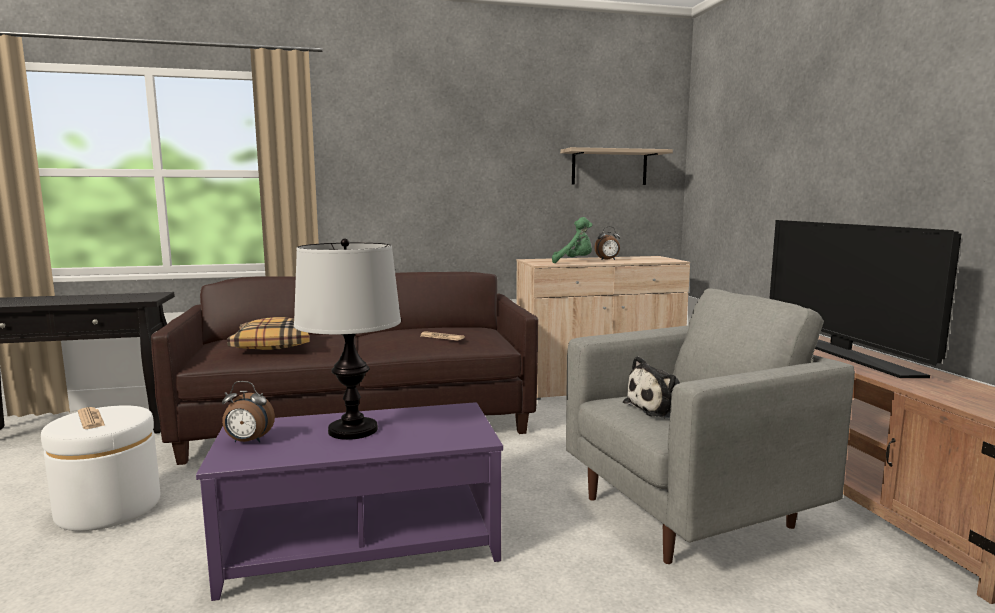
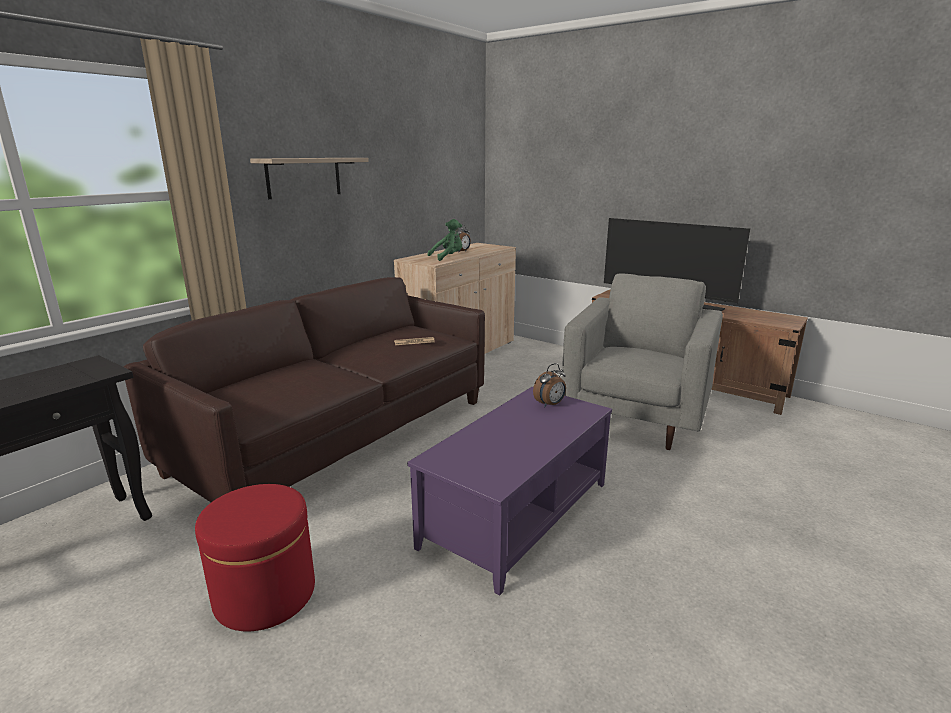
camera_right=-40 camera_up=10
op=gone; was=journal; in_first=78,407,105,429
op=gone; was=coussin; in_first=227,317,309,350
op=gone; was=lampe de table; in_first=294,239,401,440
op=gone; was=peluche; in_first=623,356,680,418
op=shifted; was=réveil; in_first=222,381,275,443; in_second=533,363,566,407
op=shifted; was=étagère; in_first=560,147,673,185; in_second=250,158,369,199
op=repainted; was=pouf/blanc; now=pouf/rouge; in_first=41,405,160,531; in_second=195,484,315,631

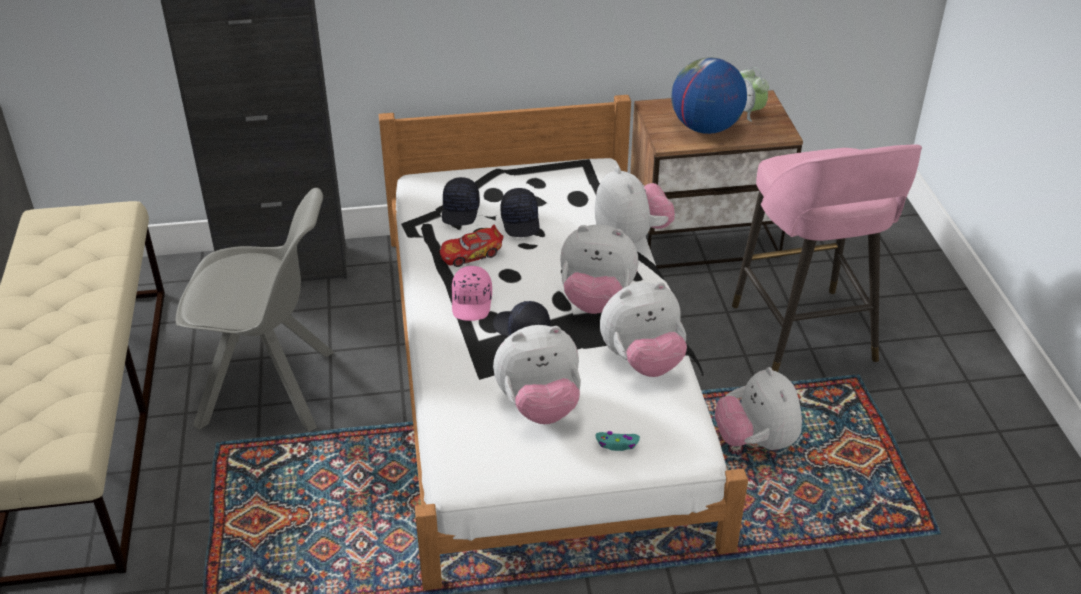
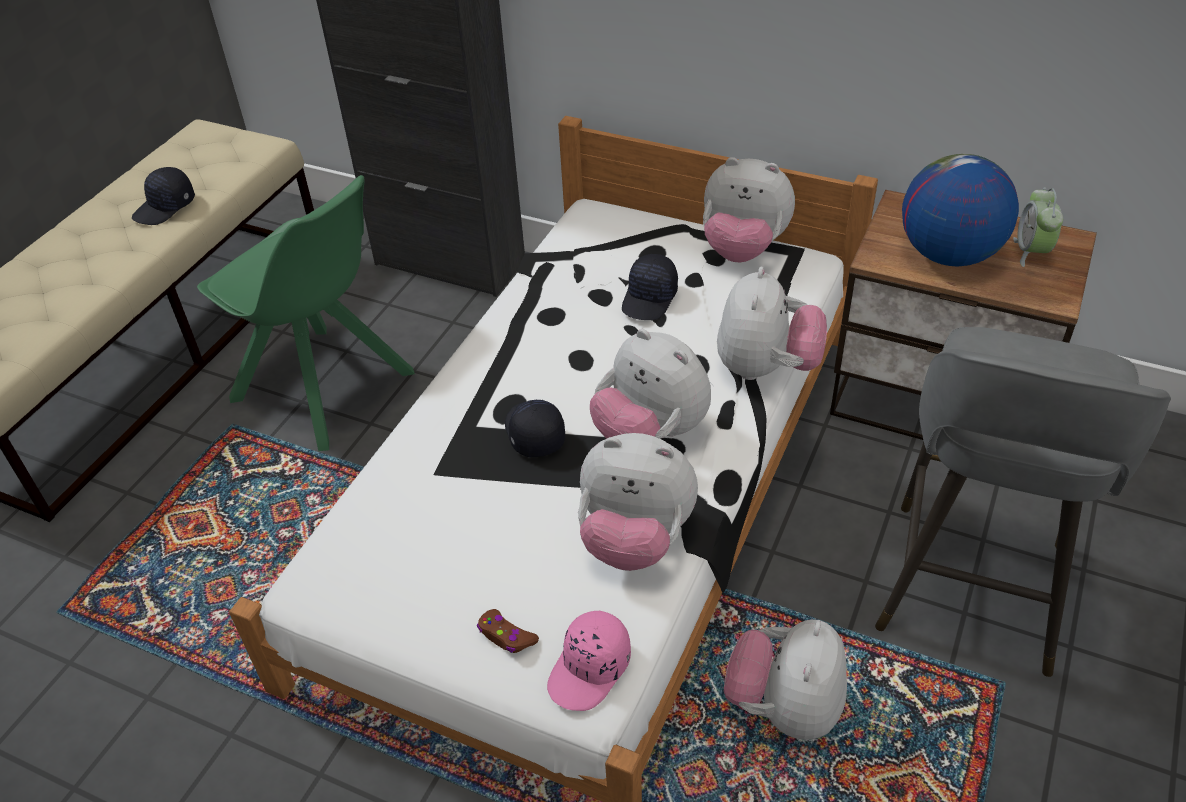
camera_right=35 camera_up=5
op=gone; was=petite voiture; in_first=440,225,504,267
op=shifted; was=casquette/noir; in_first=442,177,480,226; in_second=132,167,195,225
op=shifted; was=casquette/rose; in_first=452,266,492,321; in_second=547,610,631,711
op=shifted; was=peluche; in_first=493,325,581,424; in_second=703,157,795,262
op=repainted; was=chaise/gris; now=chaise/vert; in_first=176,188,335,432; in_second=197,175,415,451
op=repainted; was=manette/turquoise; now=manette/marron; in_first=596,431,640,451; in_second=477,609,539,653
op=repainted; was=tabouret/rose; now=tabouret/gris; in_first=732,144,922,372; in_second=875,327,1171,677

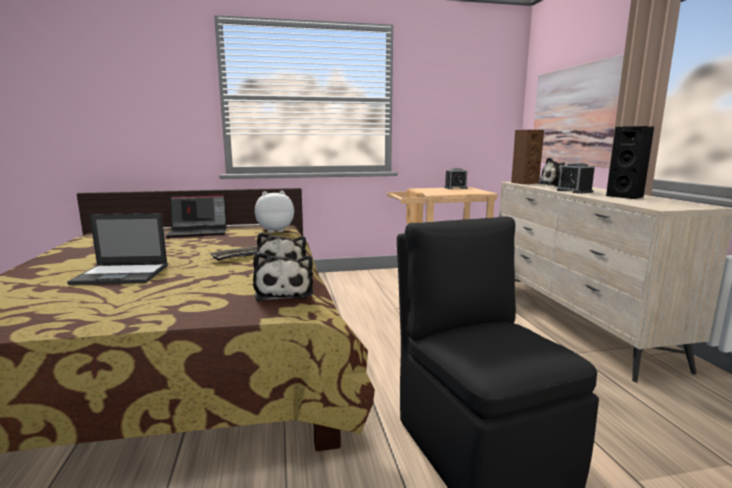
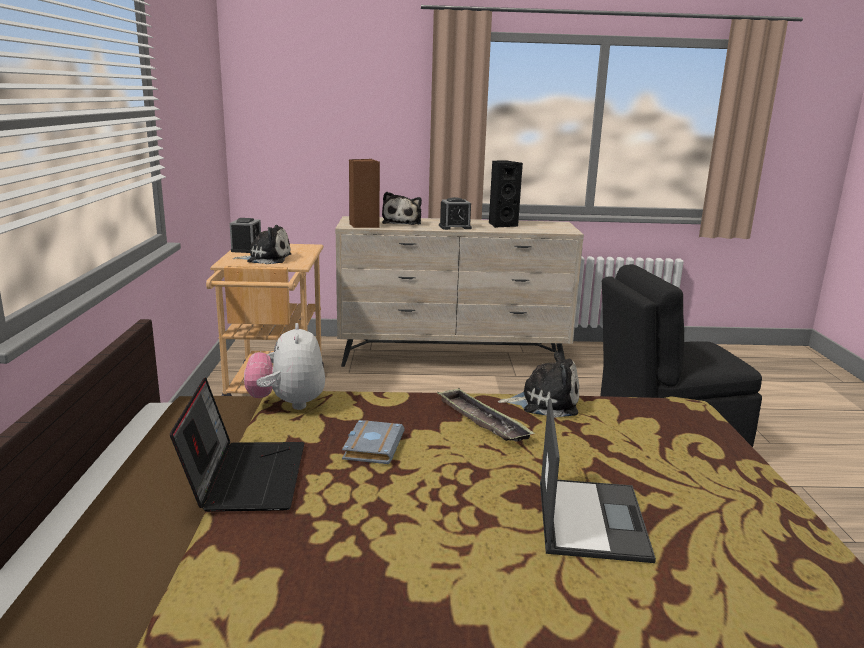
camera_right=-80 camera_up=5
op=gone; was=tableau; in_first=533,54,624,168
op=new; now=livre/gris; in_second=342,420,405,464
op=shifted; was=peluche; in_first=253,252,313,301; in_second=233,225,292,264

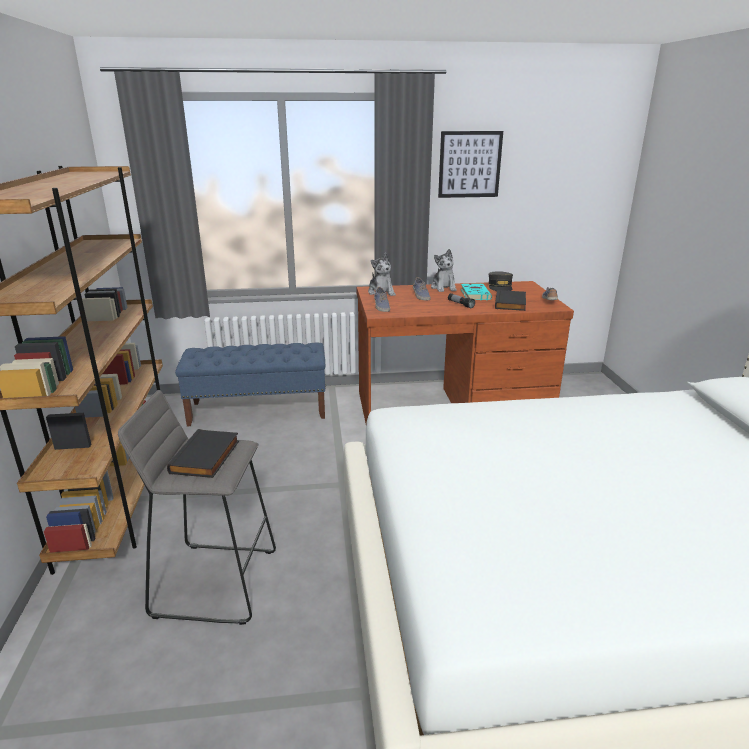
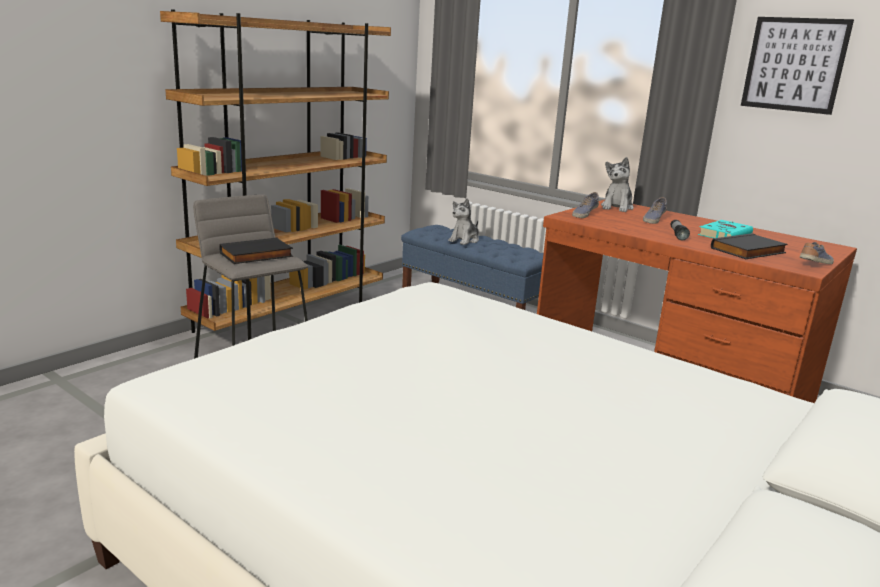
camera_right=45 camera_up=-5
op=gone; was=casquette/gris; in_first=488,271,513,291
op=shifted; was=peluche; in_first=431,249,457,292; in_second=448,198,479,245

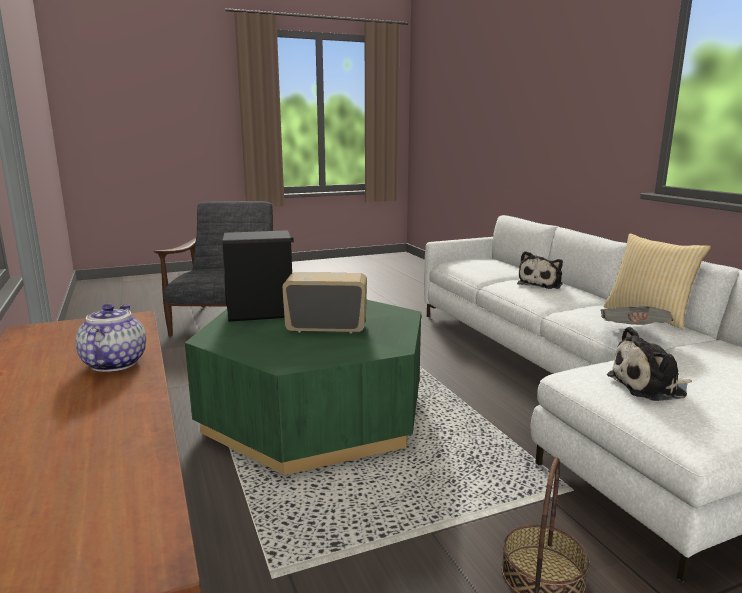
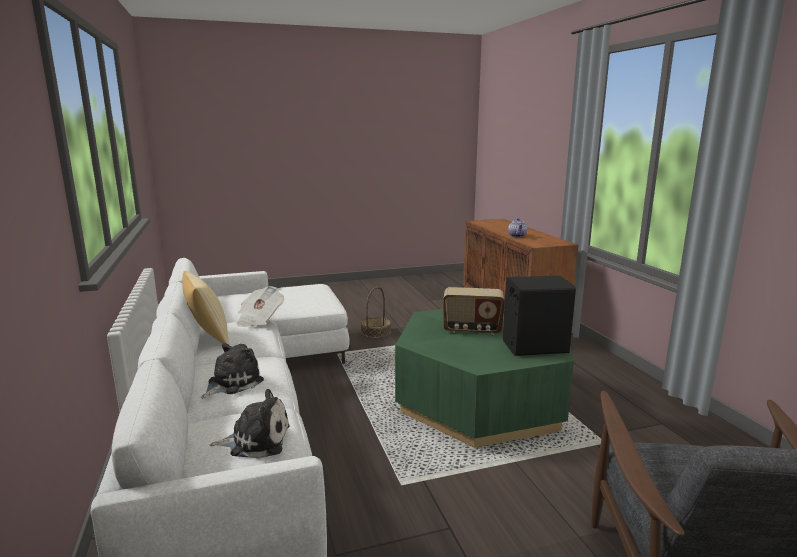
camera_right=-175 camera_up=0
op=shifted; was=peluche; in_first=607,327,692,401; in_second=210,389,290,459

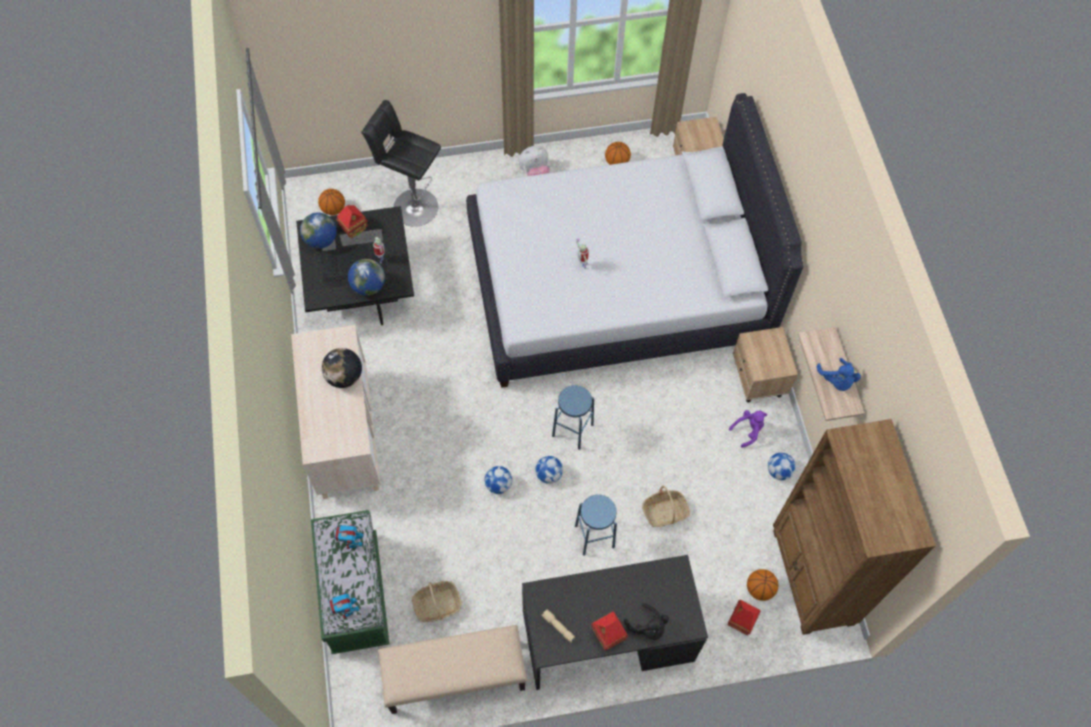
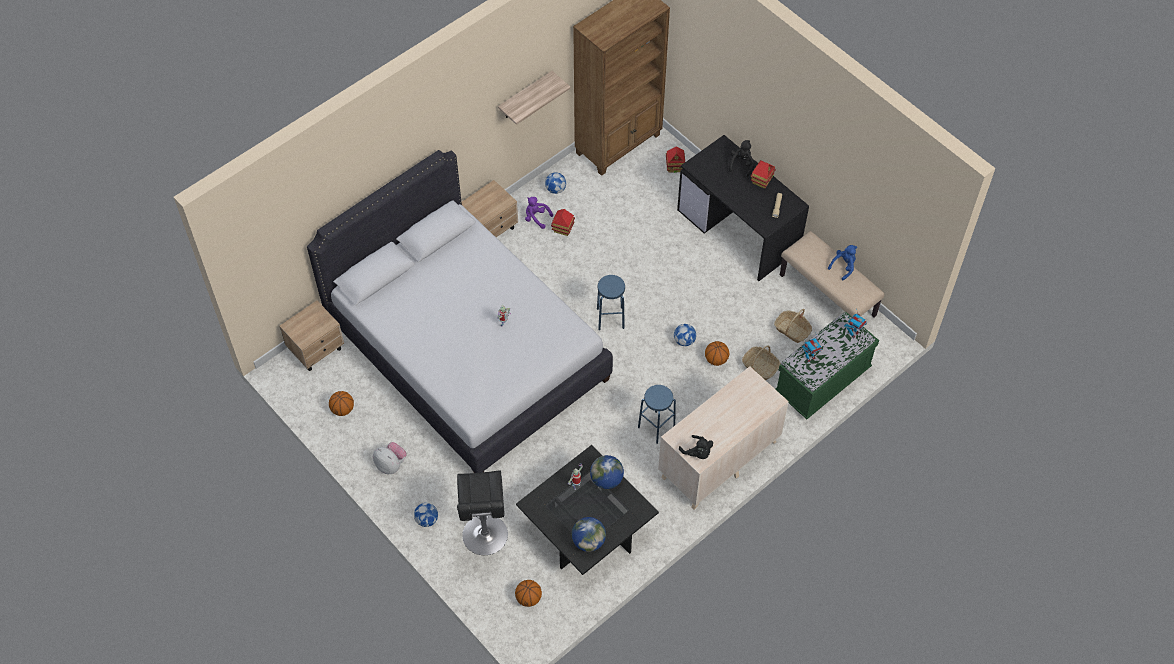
camera_right=-120 camera_up=-5
op=gone; was=globe; in_first=321,348,362,388
op=new; now=peluche/noir; in_second=679,435,713,459
op=shifted; was=maison miniature; in_first=336,205,368,238; in_second=551,209,575,236
op=shifted; was=ballon de foot; in_first=535,456,563,484; in_second=414,503,438,527
op=shifted; was=tabouret/bleu; in_first=575,495,617,556; in_second=638,385,676,444
op=shifted; was=panier; in_first=642,485,690,527; in_second=742,345,781,380
op=shifted; was=ballon de basket; in_first=747,569,778,601; in_second=705,341,729,366
op=shifted; was=peluche/bleu; in_first=817,358,861,391; in_second=828,245,857,280

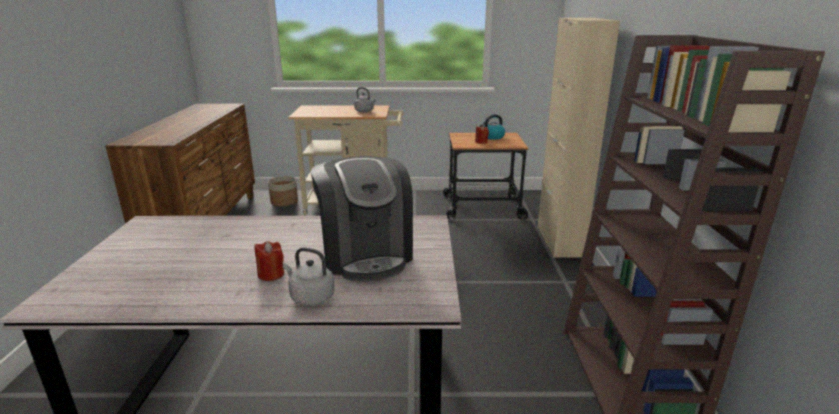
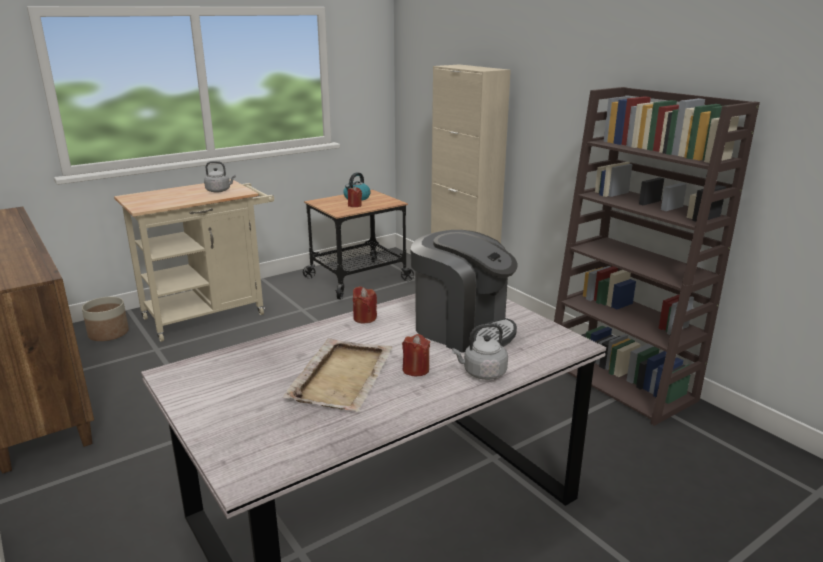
camera_right=-35 camera_up=0
op=new; now=plateau/beige; in_second=283,338,393,412
op=new; now=bougie/rouge; in_second=353,286,377,323

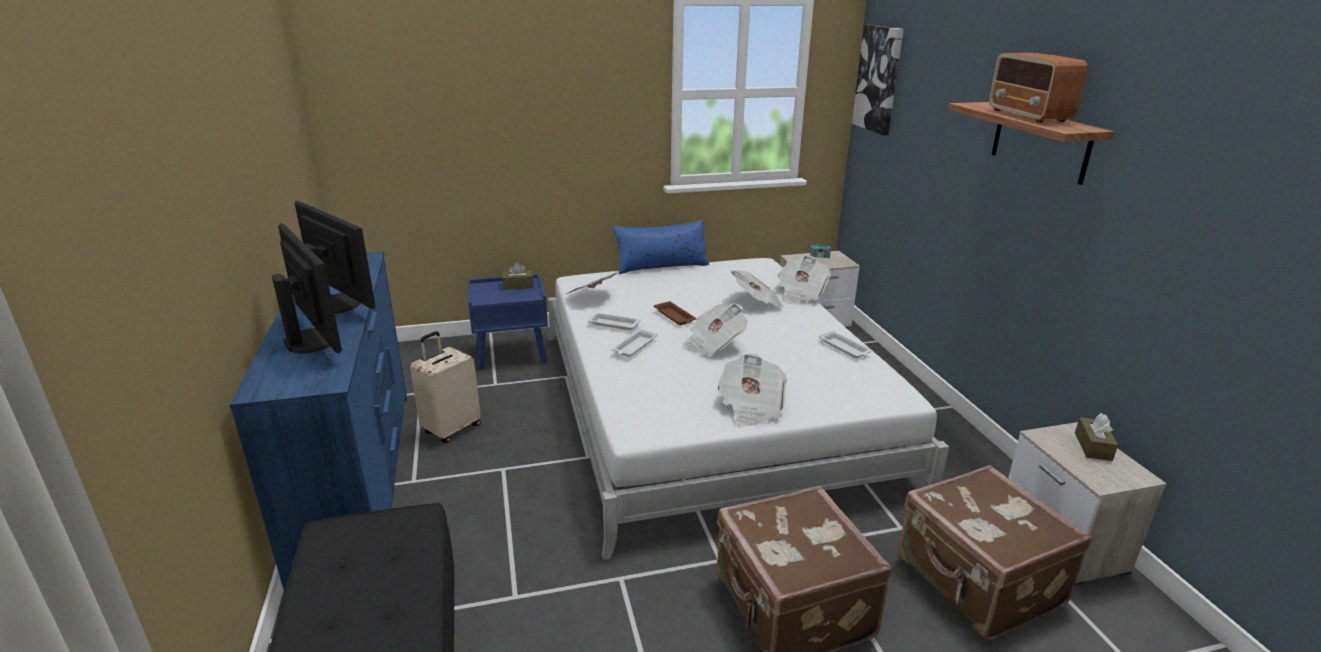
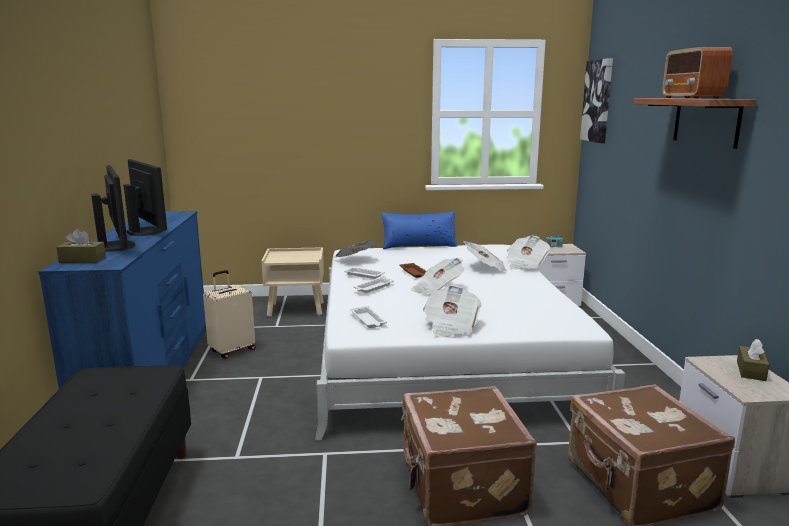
camera_right=10 camera_up=-10
op=shifted; was=boîte à mouchoirs/marron; in_first=502,263,534,290; in_second=56,229,106,263
op=shifted; was=plateau/blanc; in_first=819,331,872,358; in_second=350,306,387,328
op=repainted; was=table de chevet/bleu; now=table de chevet/beige; in_first=467,274,548,370; in_second=261,247,324,317

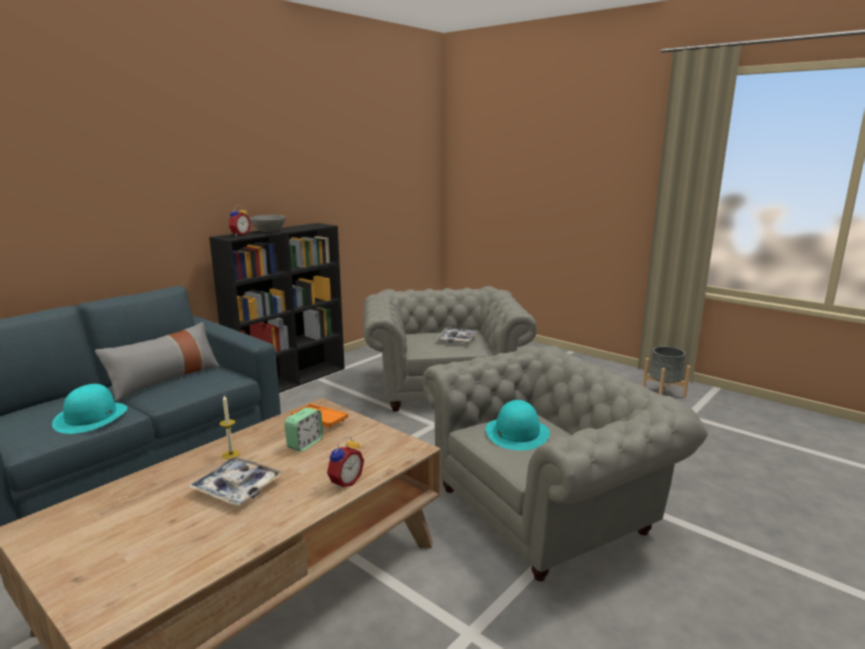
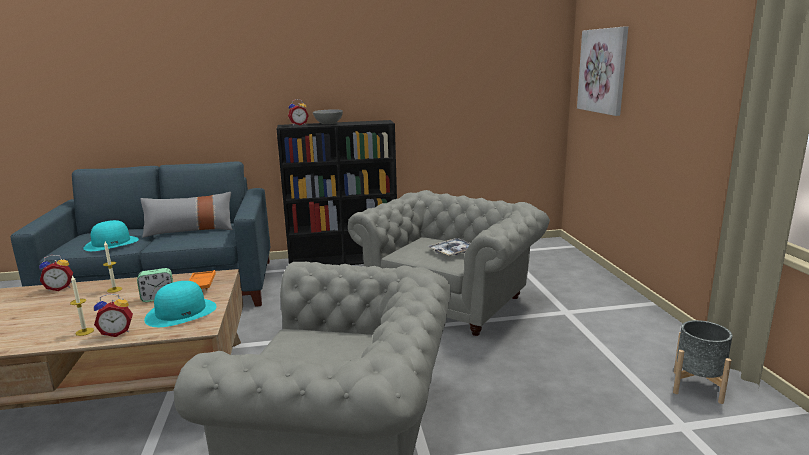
camera_right=40 camera_up=0
op=gone; was=plateau; in_first=187,457,284,505
op=new; now=réveil; in_second=39,255,73,291
op=new; now=bougie; in_second=70,275,94,336
op=new; now=tableau; in_second=577,26,628,116
op=shifted; was=chapeau/turquoise; in_first=486,400,550,450; in_second=144,281,217,327

